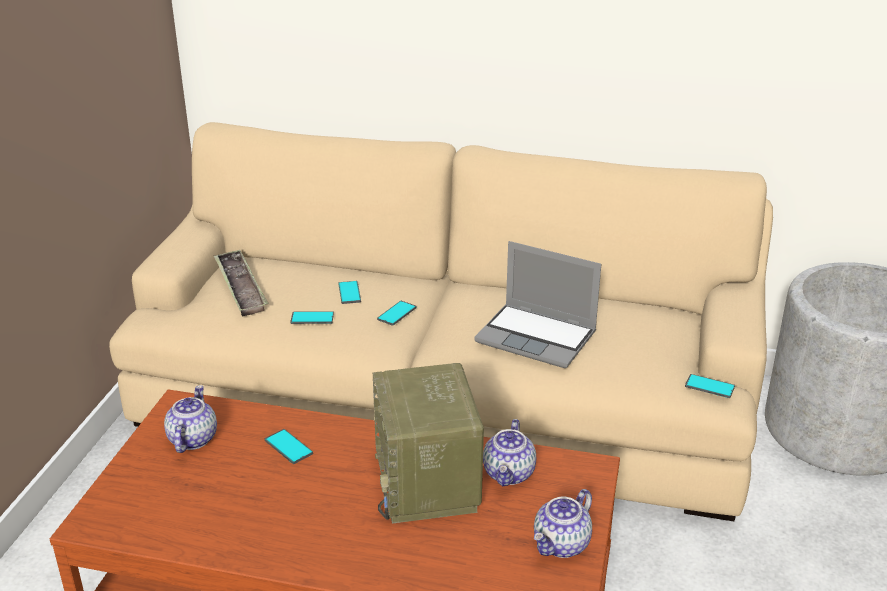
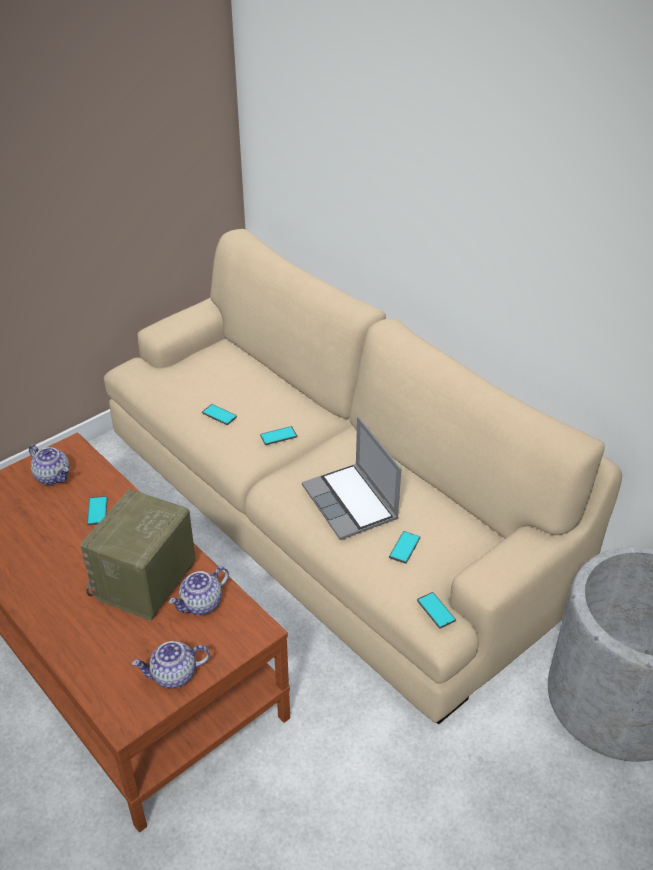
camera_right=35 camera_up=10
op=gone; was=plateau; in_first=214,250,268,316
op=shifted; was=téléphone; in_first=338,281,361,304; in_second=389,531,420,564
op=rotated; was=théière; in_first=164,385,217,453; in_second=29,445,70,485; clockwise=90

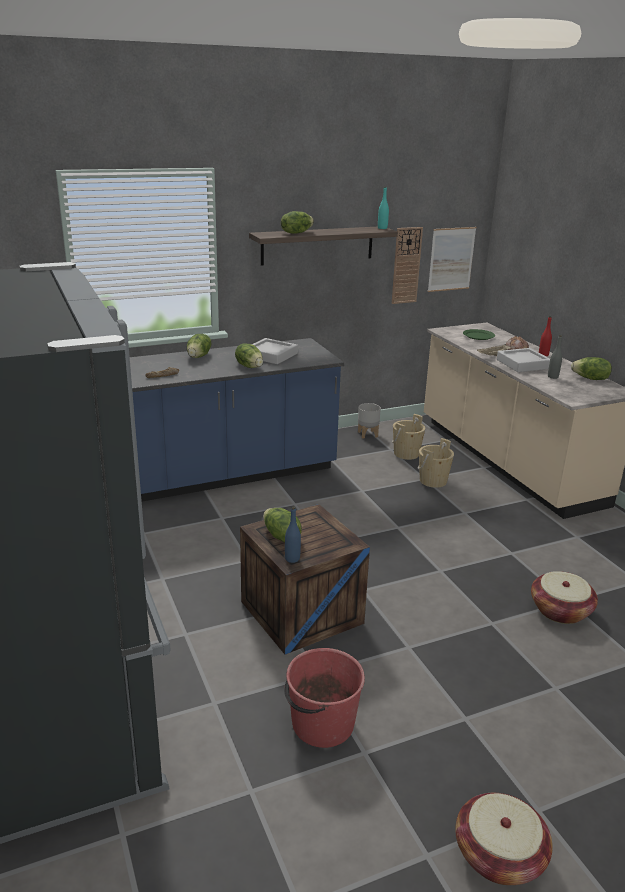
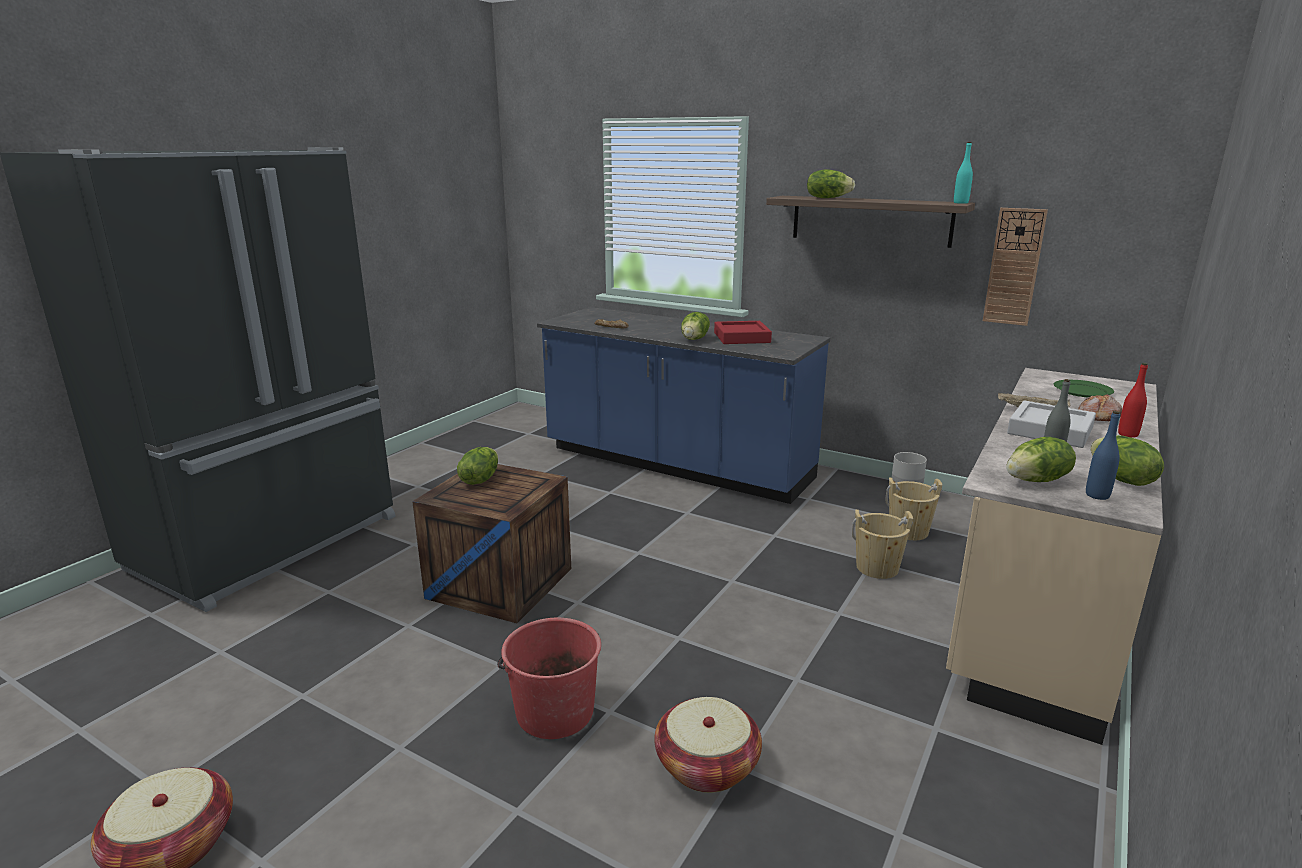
camera_right=55 camera_up=-5
op=gone; was=tableau; in_first=428,227,476,292
op=shifted; was=laitue; in_first=187,334,211,358; in_second=1006,437,1076,482
op=shifted; was=seau/rouge; in_first=284,648,365,748; in_second=497,618,601,739
op=shifted; was=bouteille/bleu; in_first=285,506,301,563; in_second=1086,411,1120,500
op=repainted; was=plateau/gris; now=plateau/rouge; in_first=252,338,298,364; in_second=714,321,772,344

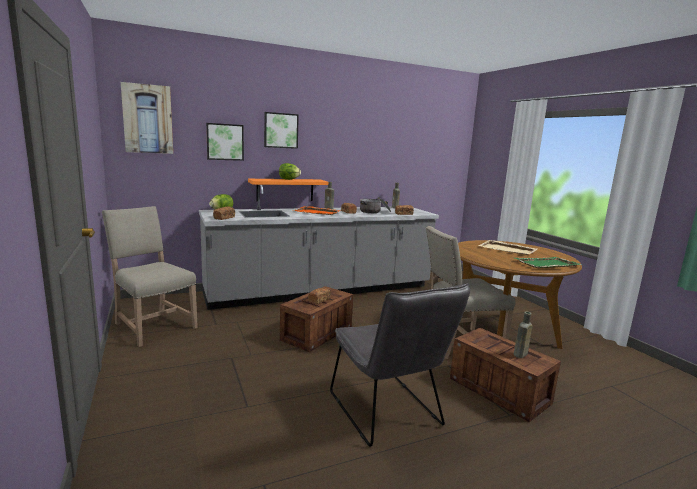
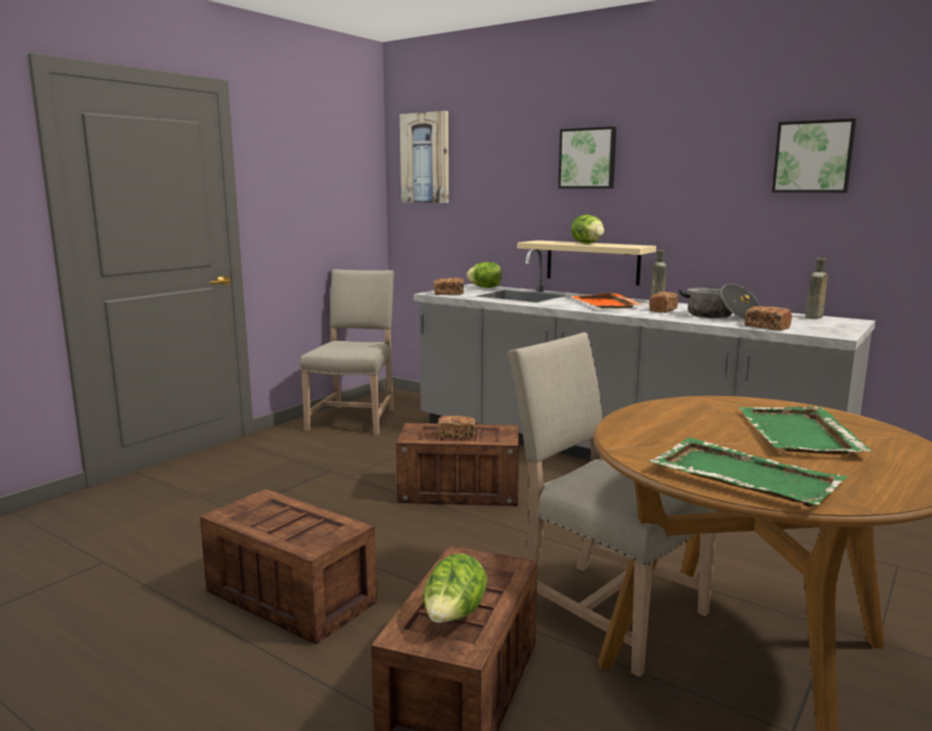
camera_right=60 camera_up=0
op=shifted; was=tableau; in_first=206,123,244,161; in_second=772,118,856,193
op=swapped; was=chaise/gris; now=caisse; in_first=330,283,470,447; in_second=200,489,377,645
op=swapped; was=bouteille/marron; now=laitue; in_first=514,312,532,358; in_second=423,553,487,623
op=repainted; was=étagère/orange; now=étagère/beige; in_first=248,179,328,201; in_second=517,240,656,286
op=repainted; was=plateau/beige; now=plateau/vert; in_first=478,240,537,255; in_second=738,406,872,455

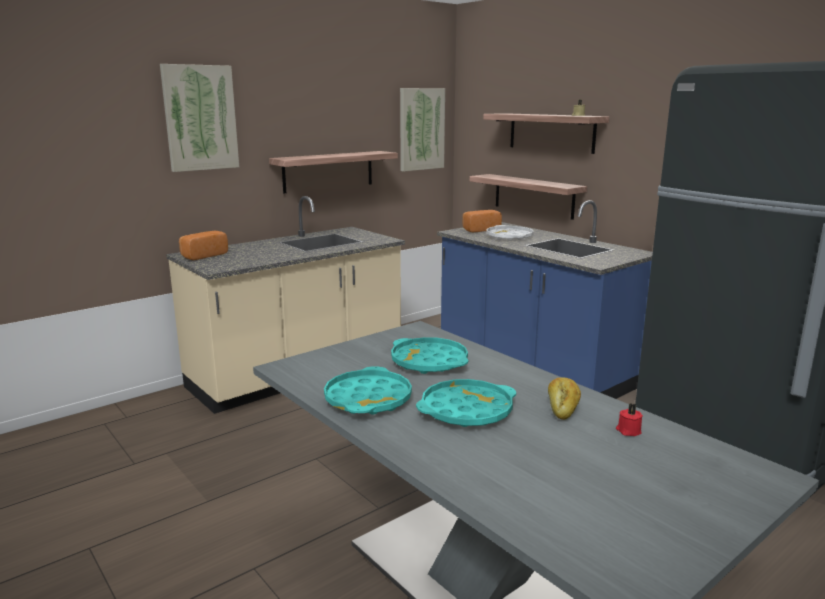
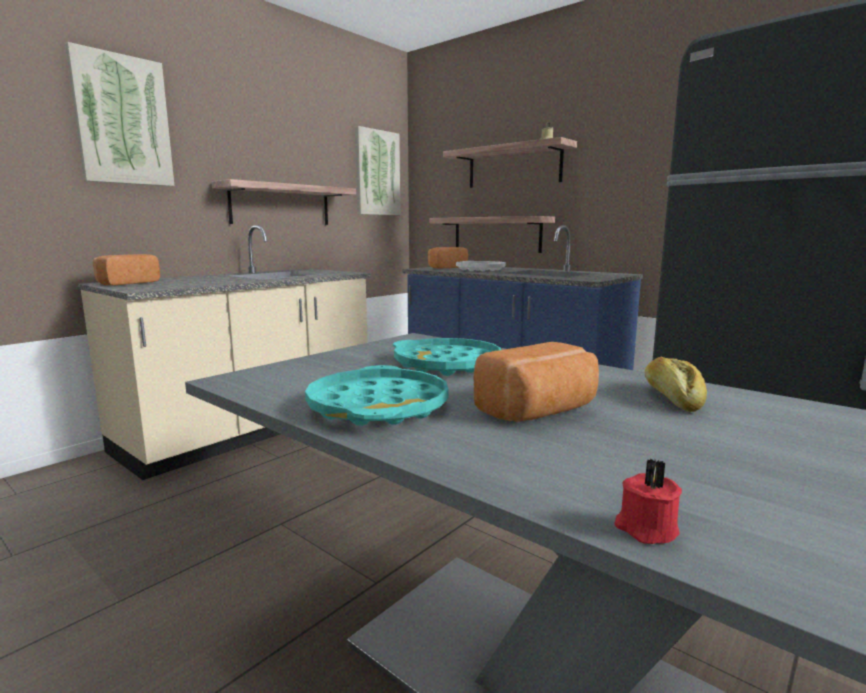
camera_right=-10 camera_up=-5
op=shifted; was=bougie/rouge; in_first=616,403,643,436; in_second=614,459,682,544
op=swapped; was=plateau/turquoise; now=pain; in_first=416,379,516,427; in_second=474,342,599,422

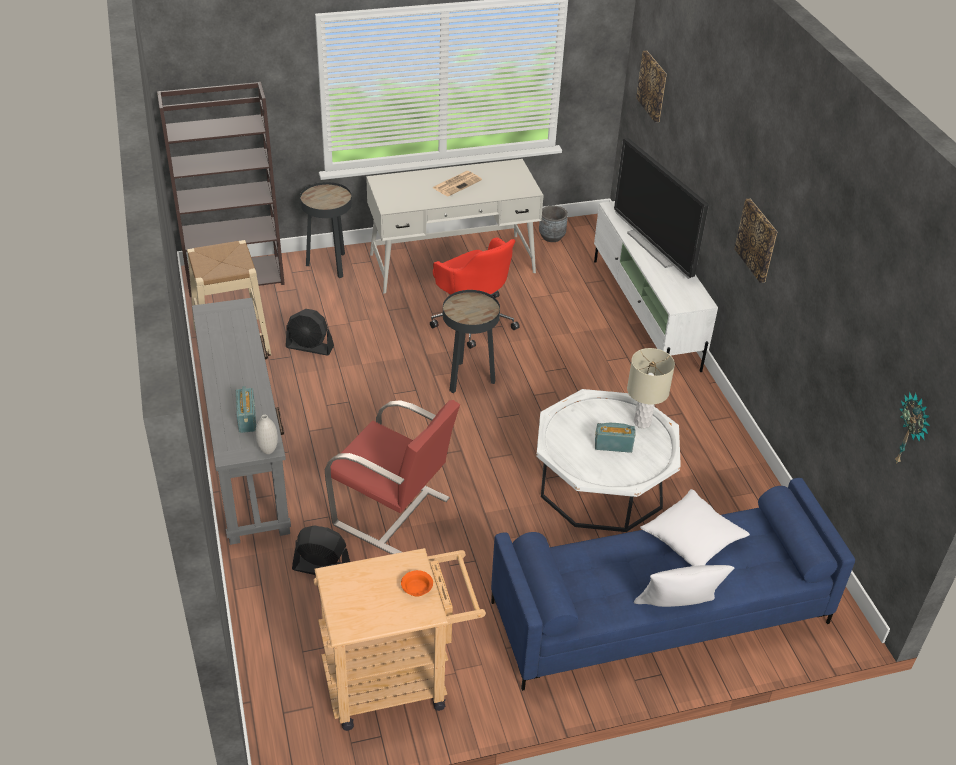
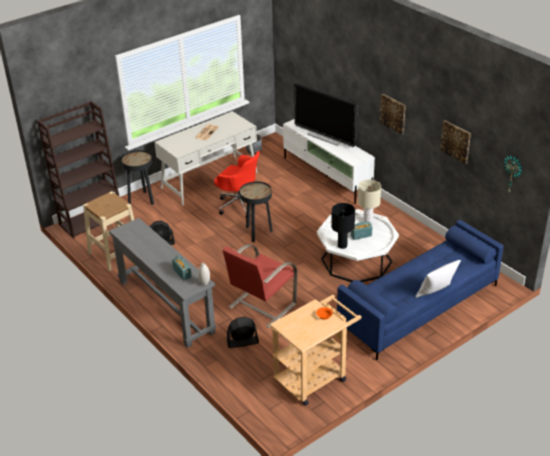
camera_right=-20 camera_up=-5
op=gone; was=coussin/blanc; in_first=640,489,750,566
op=new; now=lampe de table/noir; in_second=331,203,355,249
op=shifted; was=tableau; in_first=636,50,667,123; in_second=440,120,471,164
op=rotated; was=fauteuil/rouge; in_first=325,400,460,554; in_second=223,244,297,328; clockwise=120

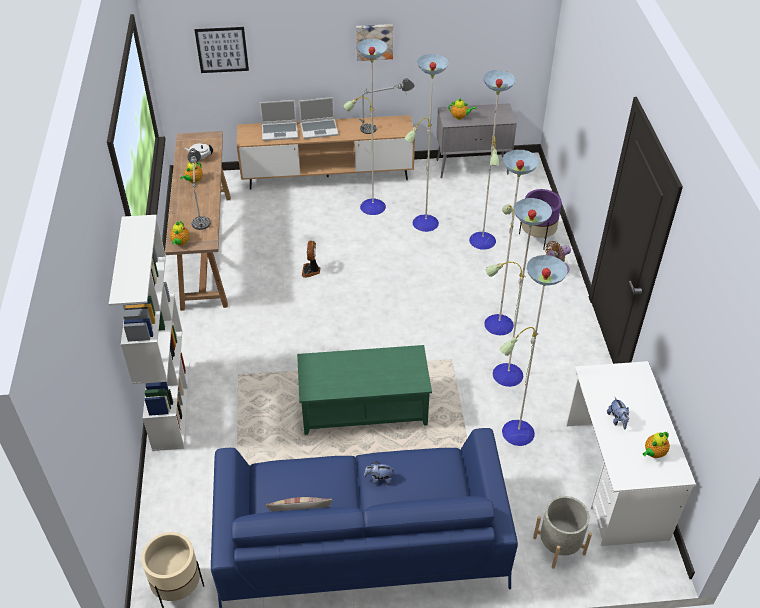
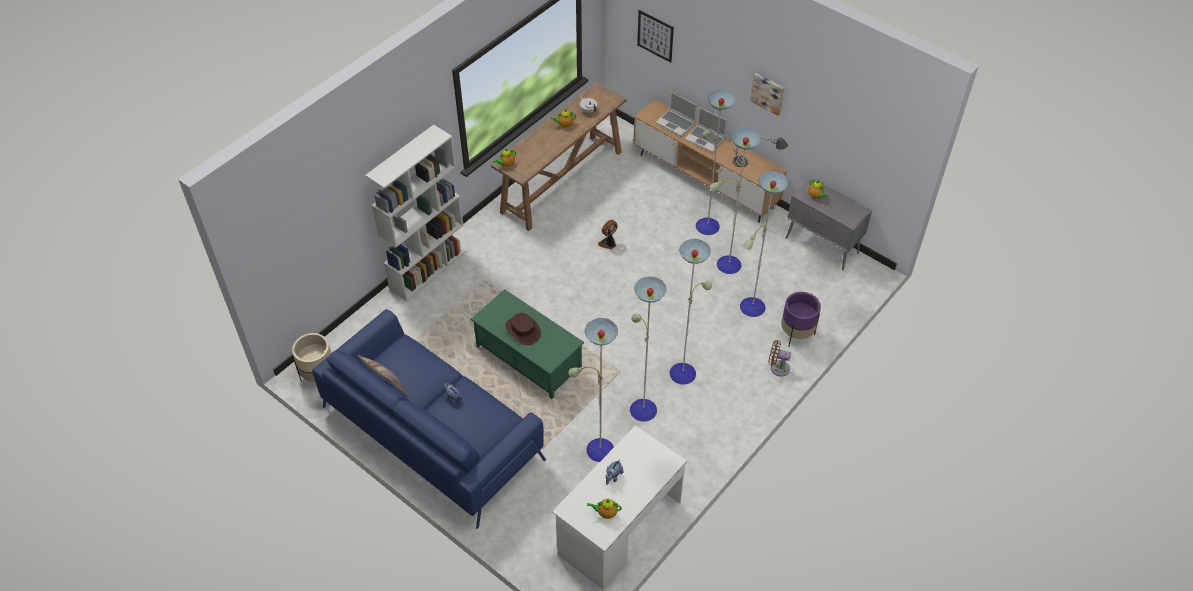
camera_right=45 camera_up=5
op=gone; was=lampe de table; in_first=187,148,211,230
op=gone; was=cache-pot/gris; in_first=533,496,592,569
op=new; now=chapeau/marron; in_second=505,313,541,345

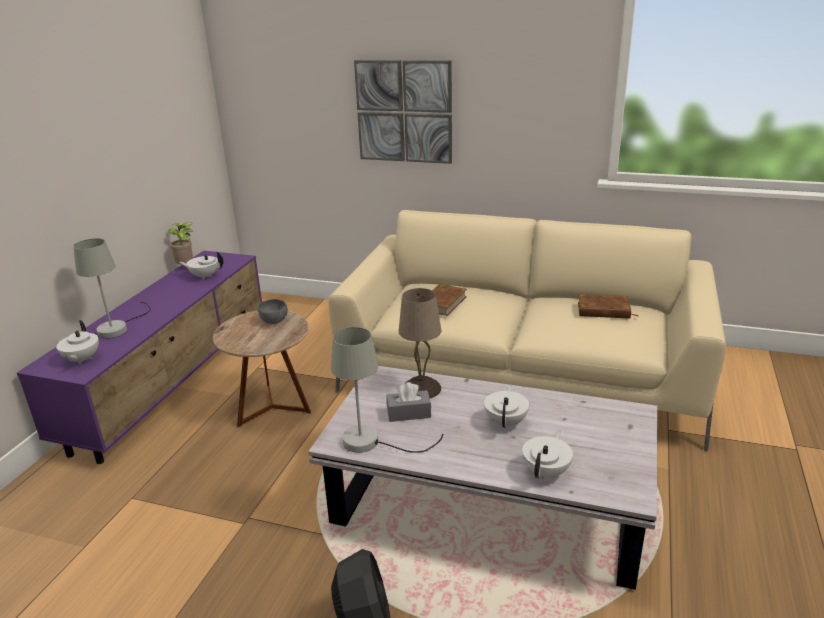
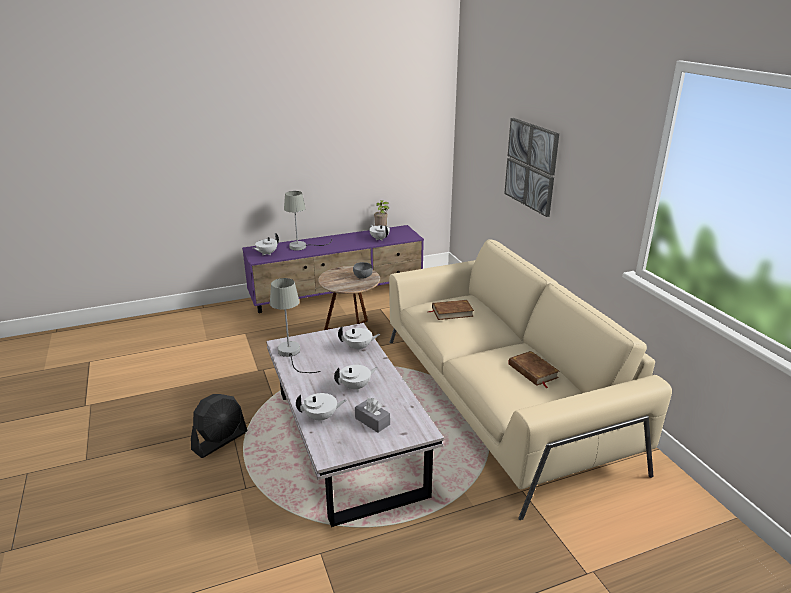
camera_right=50 camera_up=0
op=shifted; was=boîte à mouchoirs/gris; in_first=386,382,431,422; in_second=355,398,390,433
op=swapped; was=lampe de table/beige; now=théière/blanc; in_first=399,288,441,398; in_second=338,327,380,352

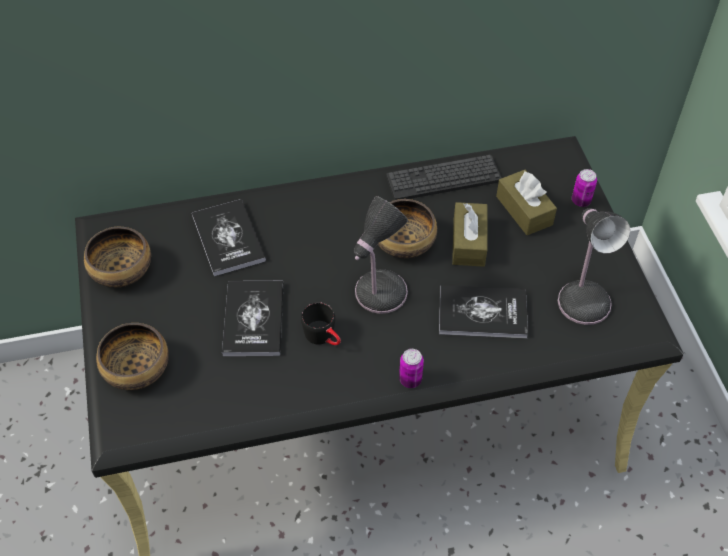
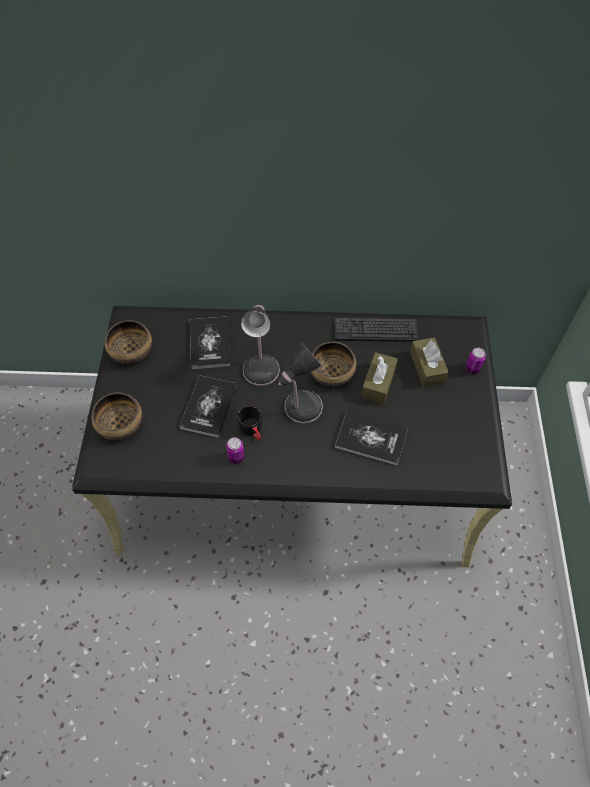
camera_right=15 camera_up=5
op=shifted; was=boîte métallique; in_first=399,349,424,388; in_second=226,437,245,464
op=shifted; was=lampe de table; in_first=558,208,630,325; in_second=241,304,280,386

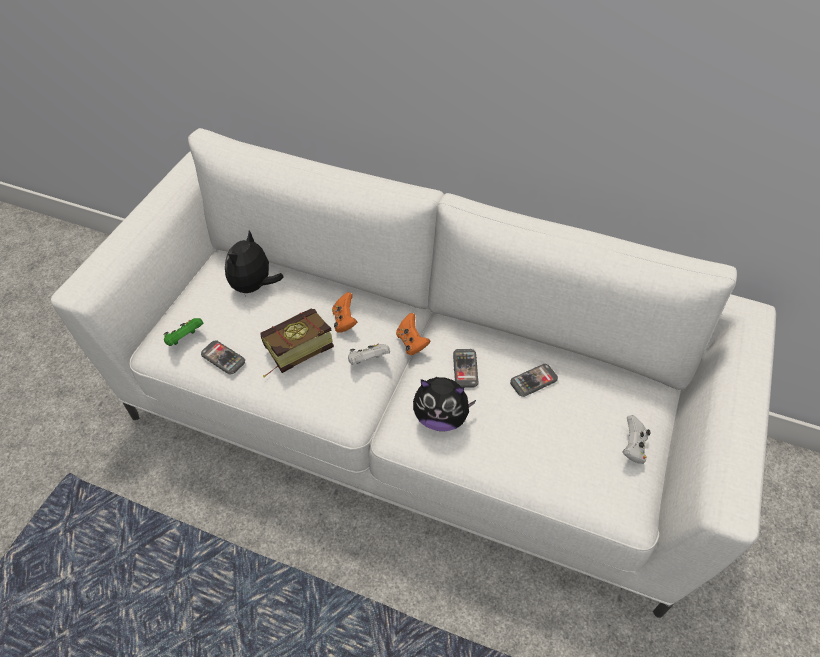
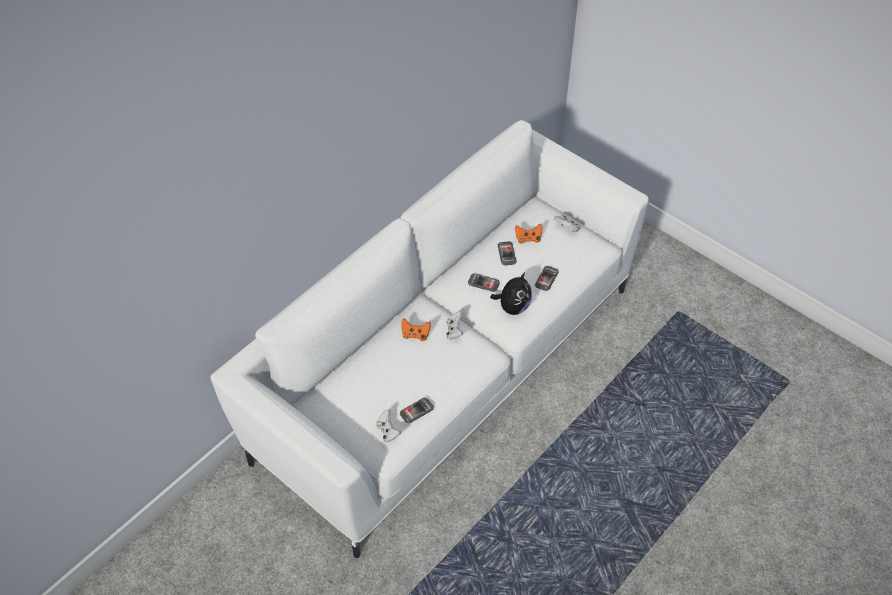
camera_right=-70 camera_up=0
op=gone; was=peluche; in_first=225,230,284,294
op=gone; was=livre; in_first=260,309,334,378
op=new; now=téléphone; in_second=535,266,558,291
op=shifted; was=manette/orange; in_first=396,313,430,355; in_second=515,224,542,244
op=repainted; was=manette/vert; now=manette/blanc; in_first=164,318,203,346; in_second=376,409,401,442

